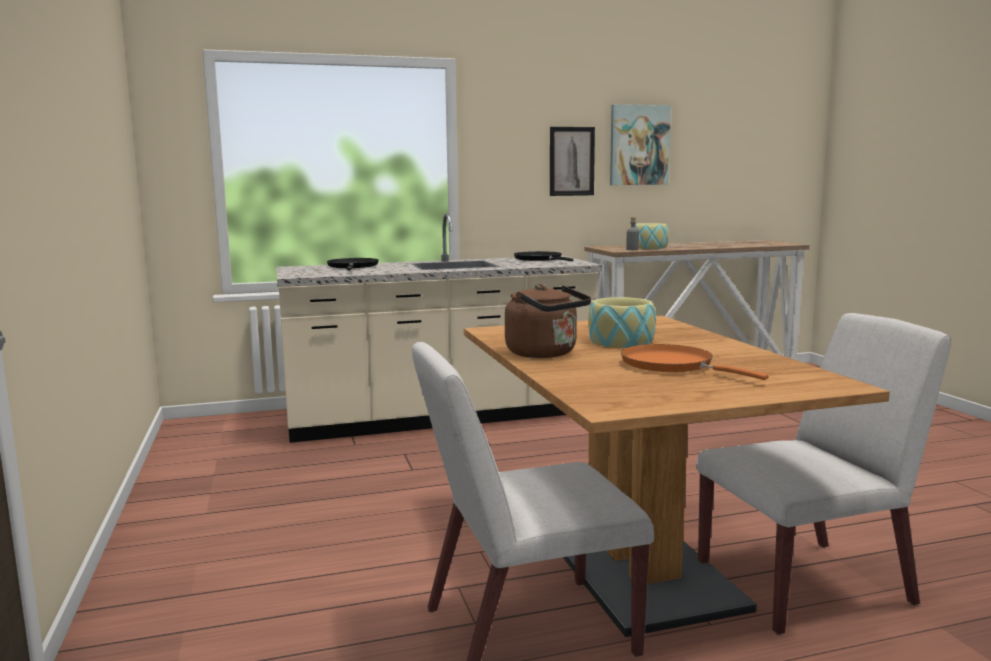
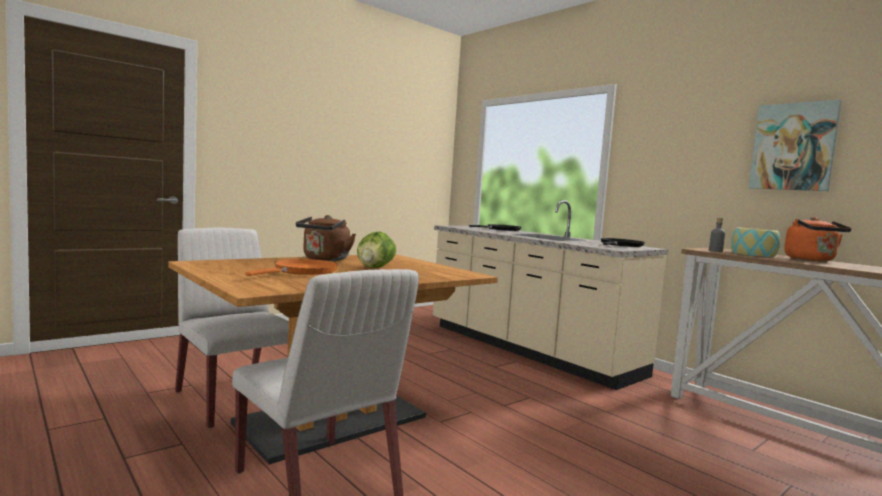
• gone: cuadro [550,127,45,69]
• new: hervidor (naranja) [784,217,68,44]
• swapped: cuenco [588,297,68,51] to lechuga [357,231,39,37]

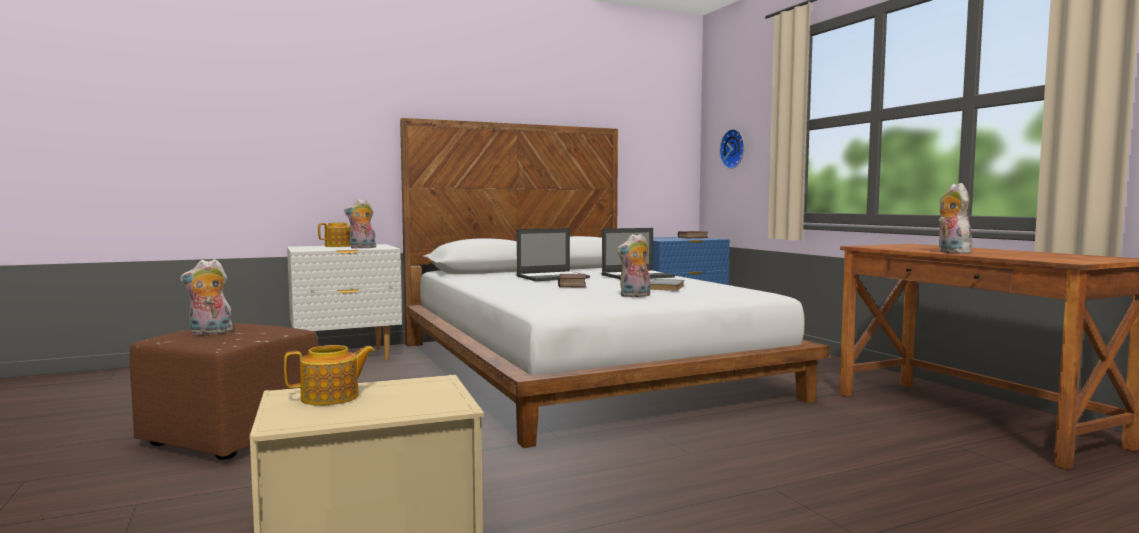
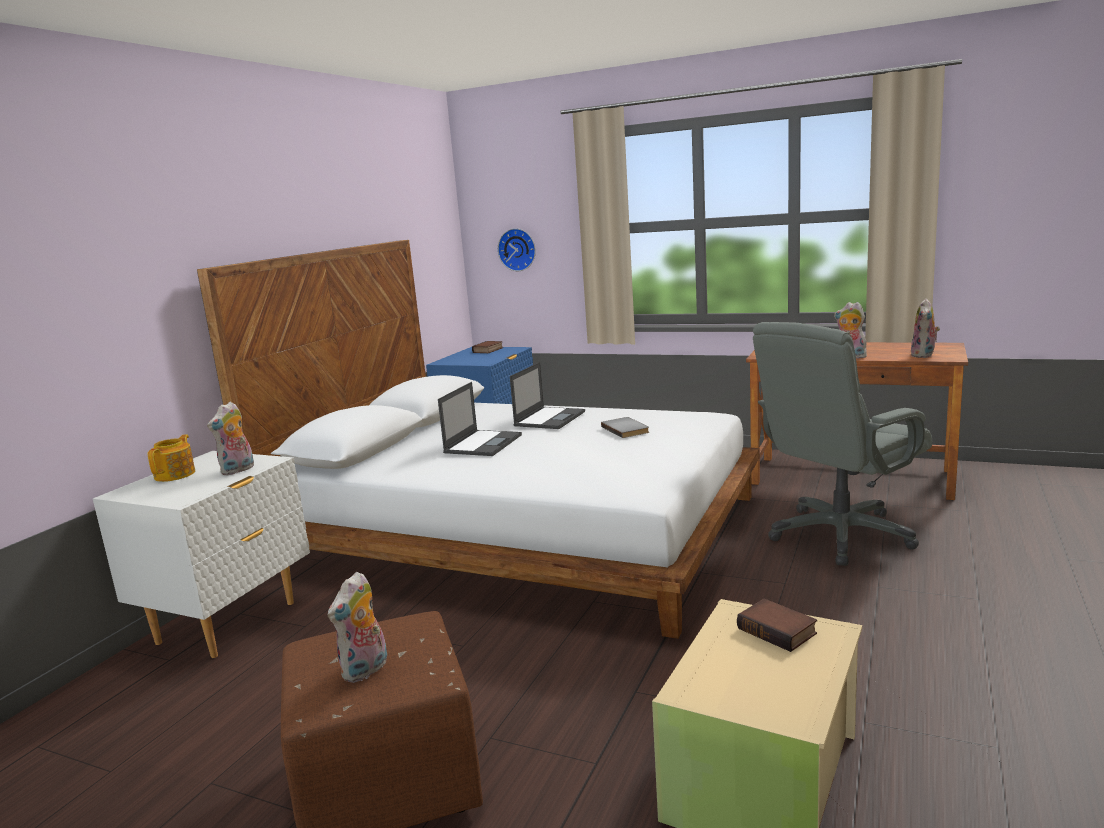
• gone: tetera [284,345,91,60]
• new: silla de oficina (gris) [753,322,179,244]
• shifted: libro [558,274,28,13] to [737,598,80,54]
• shifted: peluche [617,234,33,63] to [910,299,30,59]

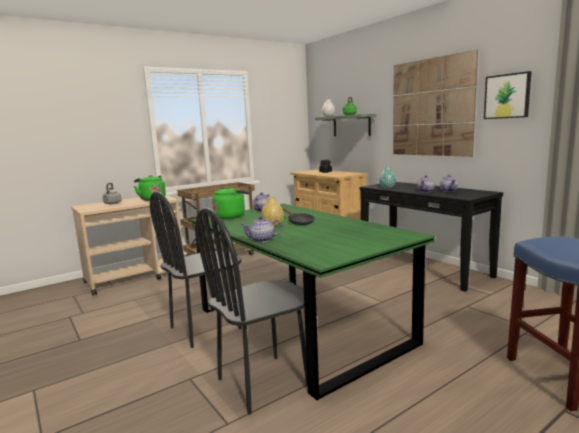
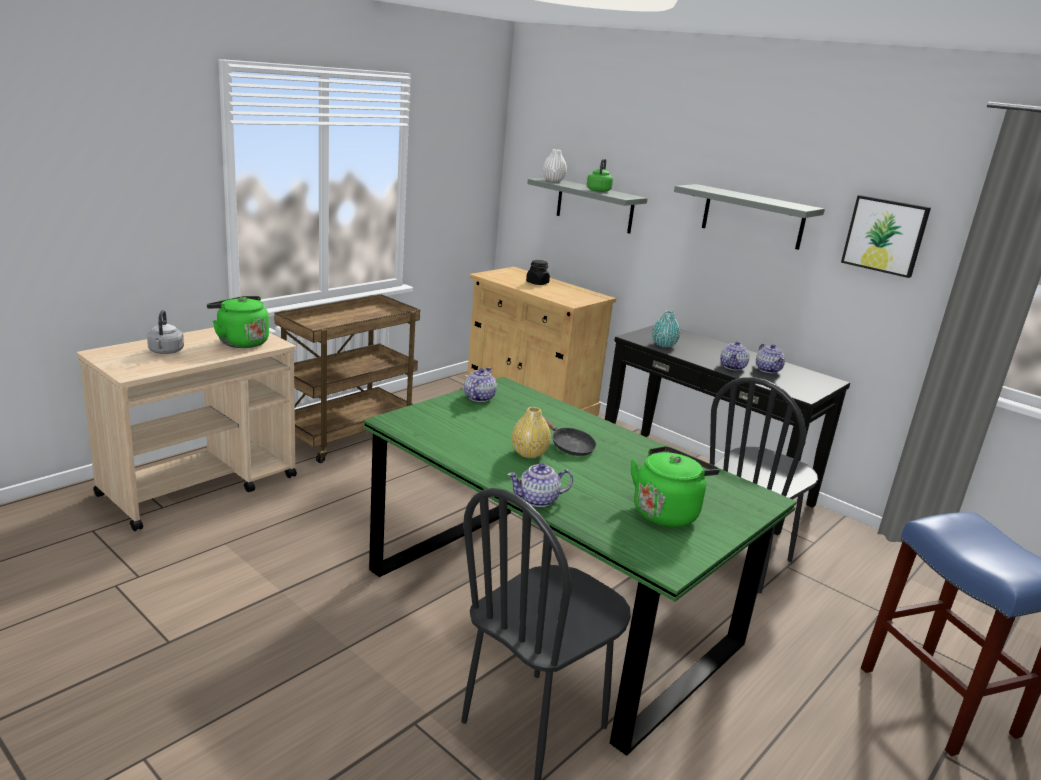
• shifted: silla (negro) [150,191,92,157] to [710,377,108,216]
• shifted: hervidor (verde) [212,187,38,32] to [630,446,90,81]
• swapped: cuadro [393,49,85,108] to estante (gris) [674,184,151,66]

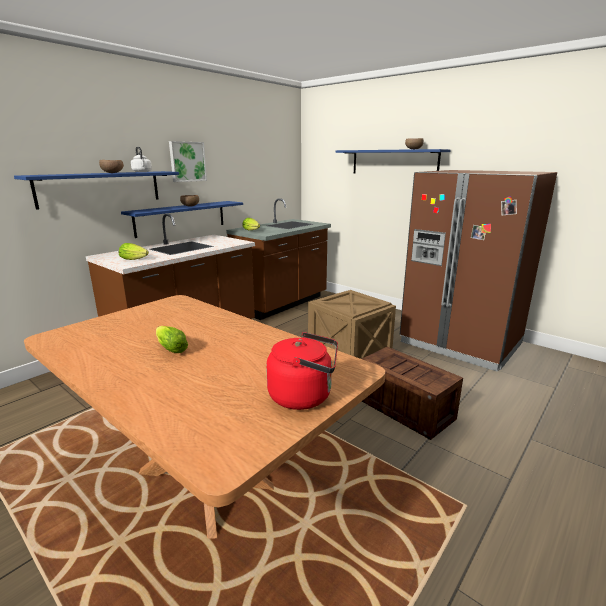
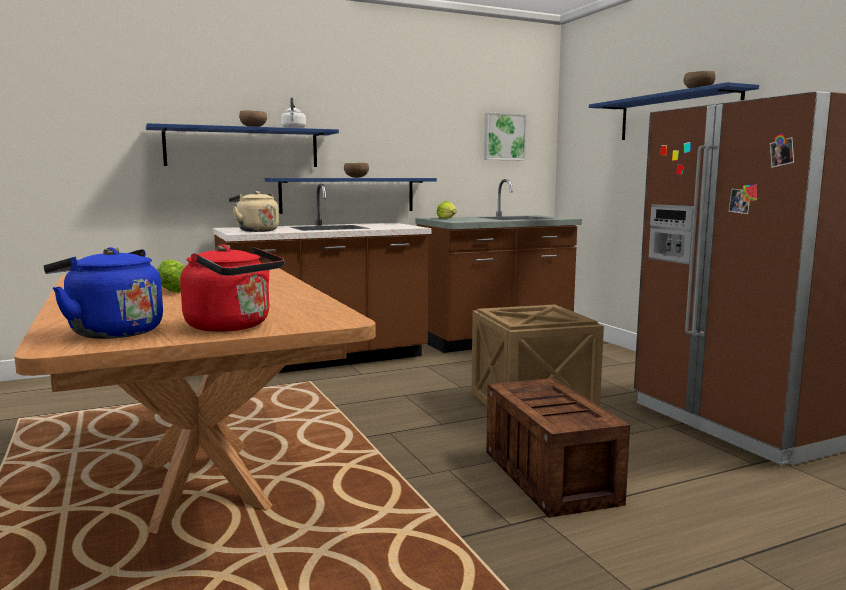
• new: hervidor (azul) [44,247,119,92]
• shifted: cuadro [169,141,38,41] to [484,112,43,48]
• swapped: lechuga [119,243,30,17] to hervidor (beis) [229,191,50,41]

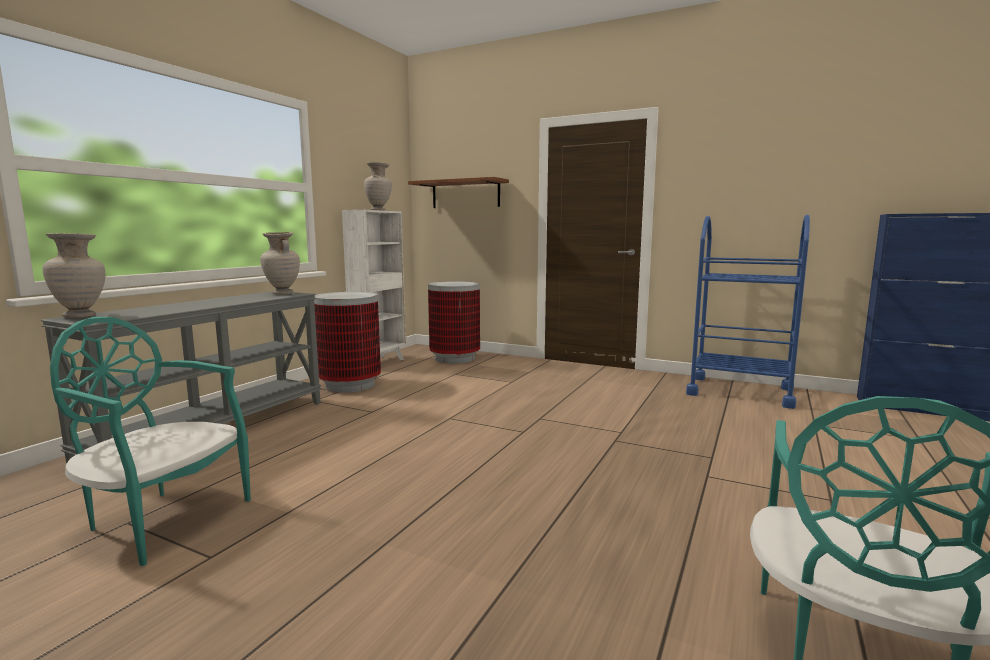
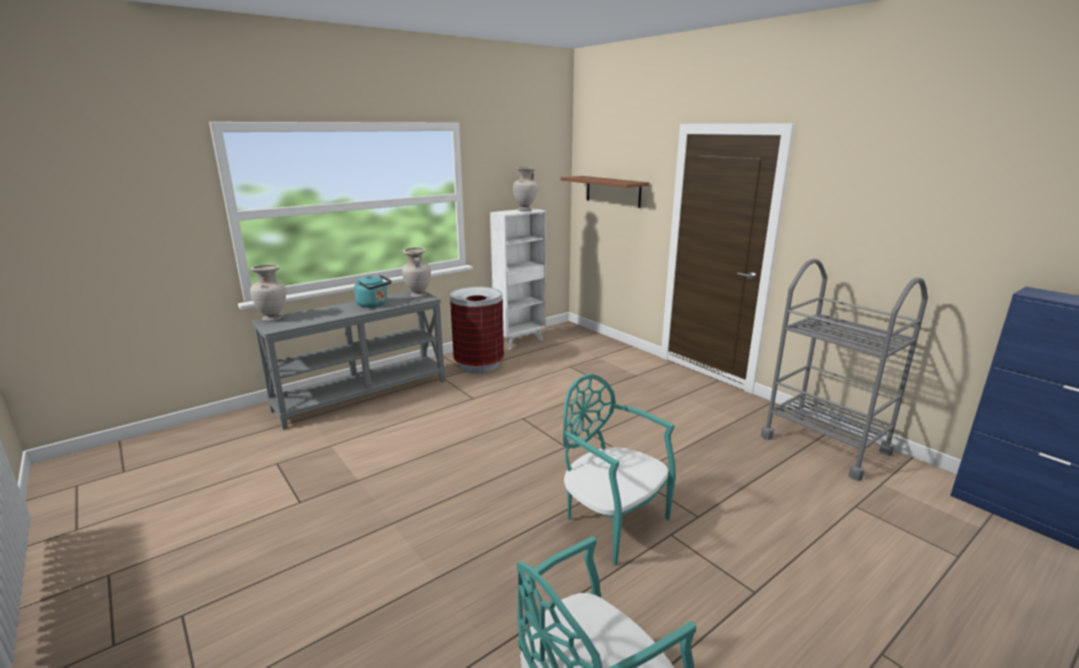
• gone: papelera [428,281,52,83]
• new: hervidor (turquesa) [354,275,38,33]
• shifted: silla (turquesa) [50,317,201,249] to [563,374,113,192]
• repainted: carrito (azul) [686,215,124,194] to carrito (gris) [761,259,167,222]

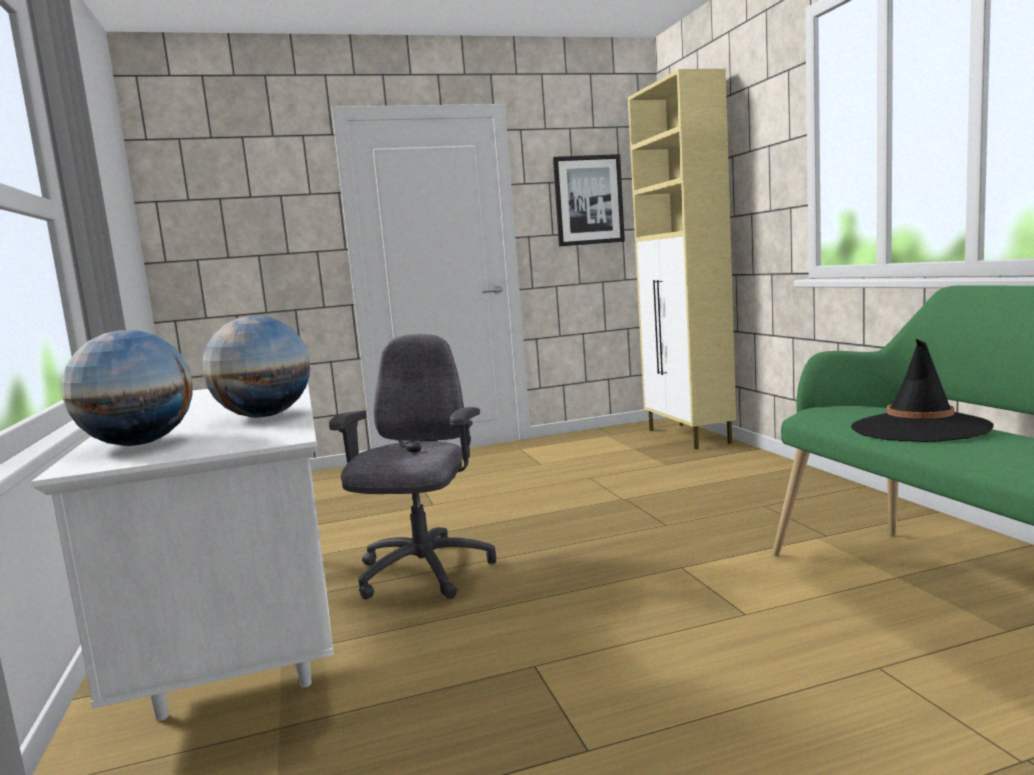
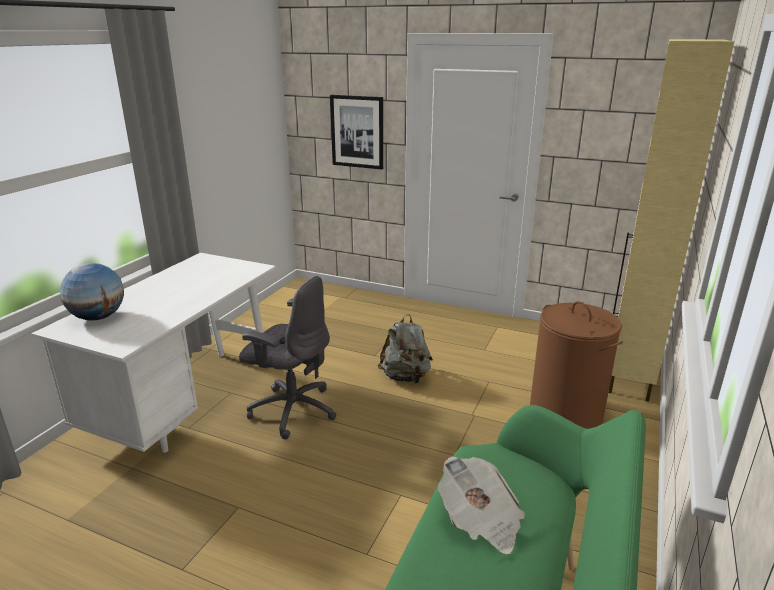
• gone: globo terráqueo [202,316,108,102]
• new: mochila (gris) [378,314,55,70]
• new: cesto de la ropa (marrón) [530,301,93,128]
• shifted: cuadro [553,154,72,92] to [330,95,53,74]
• swapped: sombrero (negro) [851,339,143,103] to periódico [438,456,87,98]
• rotated: silla de oficina (gris) [329,334,167,265] = [239,276,97,163] 60 degrees clockwise

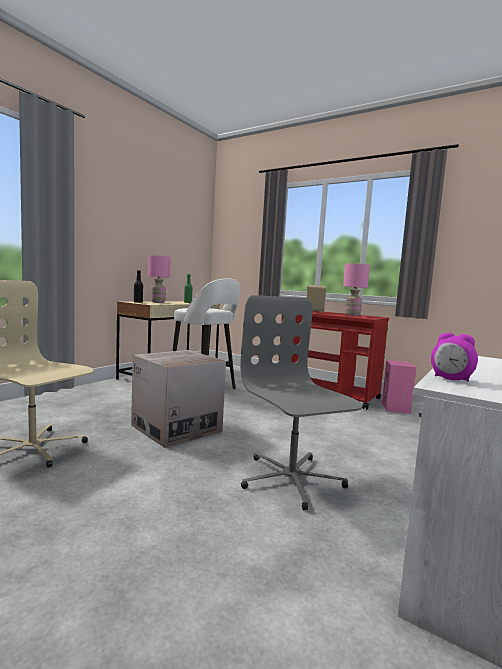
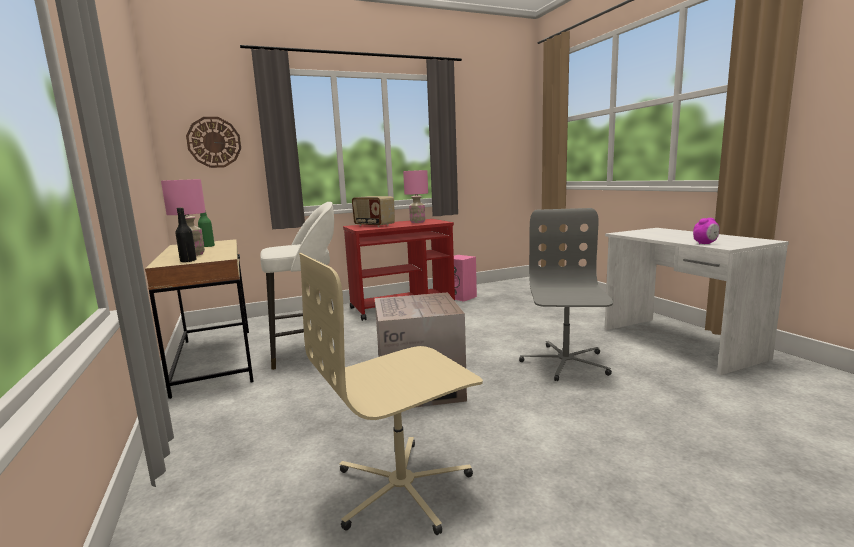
• new: reloj de pared [186,117,55,51]
• rotated: silla de oficina (gris) [240,295,123,215] = [519,208,94,173] 90 degrees clockwise

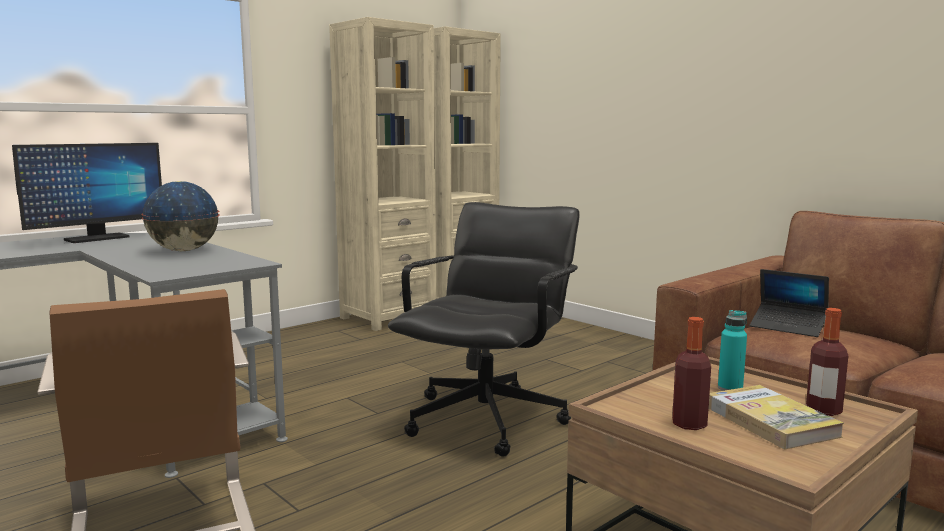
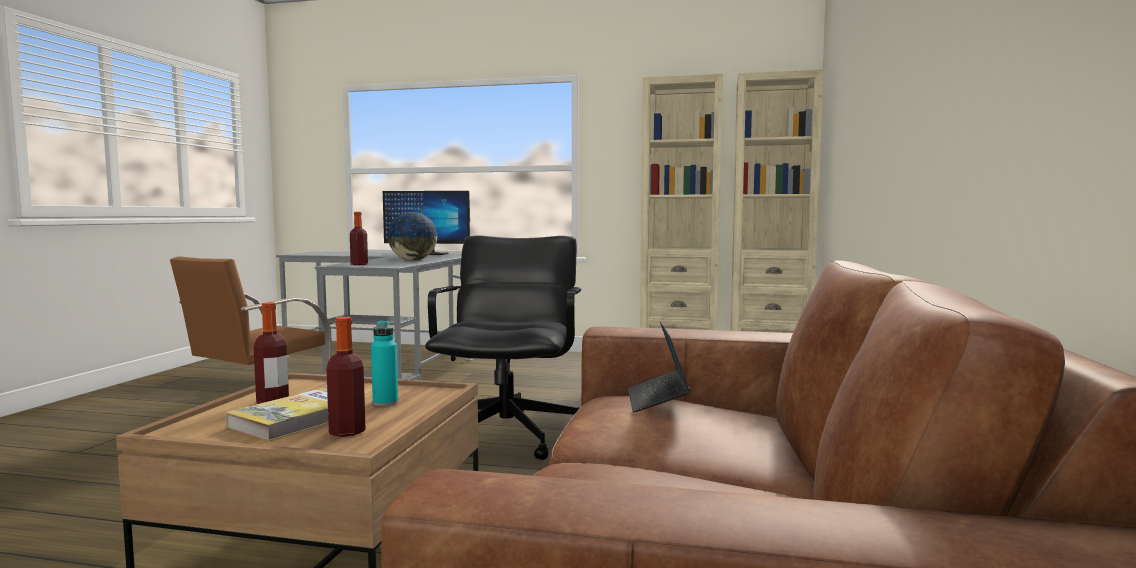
• new: botella [350,212,18,53]
• rotated: silla de oficina (negro) [388,202,192,255] = [425,235,156,225] 75 degrees counterclockwise

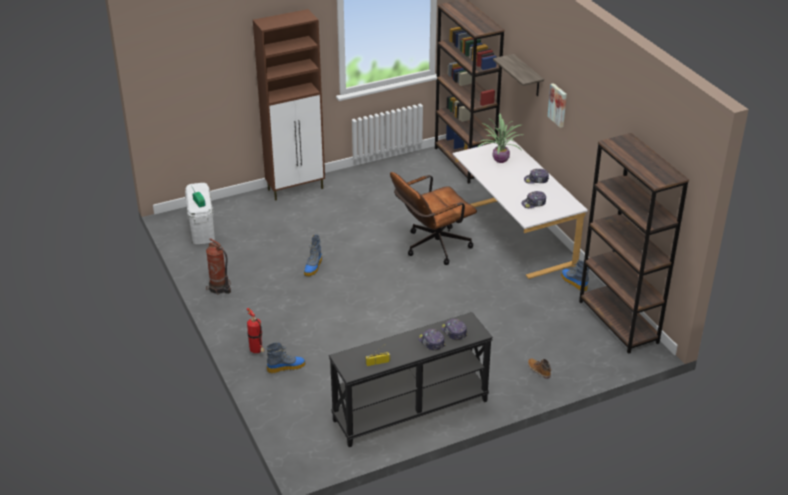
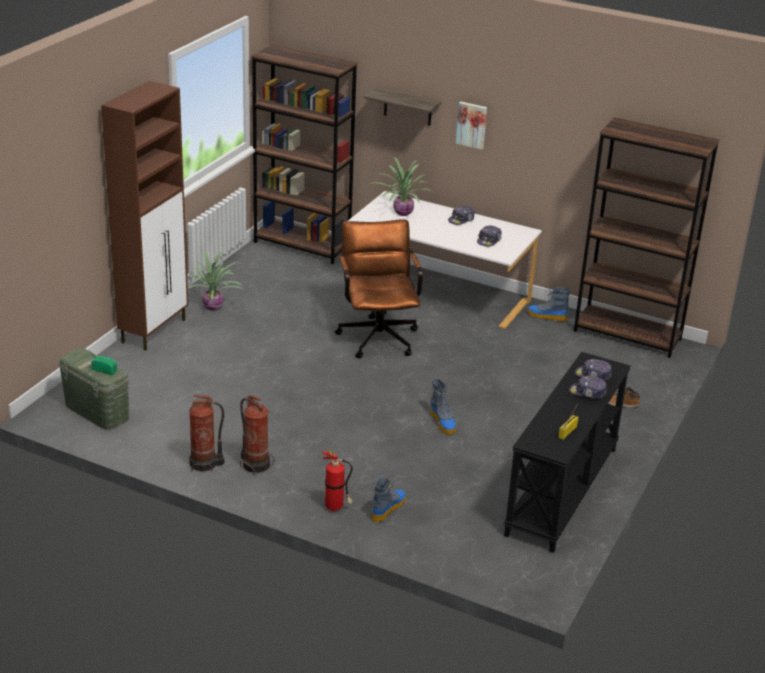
• new: planta en maceta [187,250,57,61]
• new: extintor [240,395,34,80]
• shifted: bota [304,234,18,42] to [430,379,26,56]
• repainted: caja de almacenaje (blanco) [185,183,30,61] to caja de almacenaje (verde) [59,348,70,82]
• rotated: silla de oficina (marrón) [390,172,87,93] = [335,219,88,139] 150 degrees clockwise

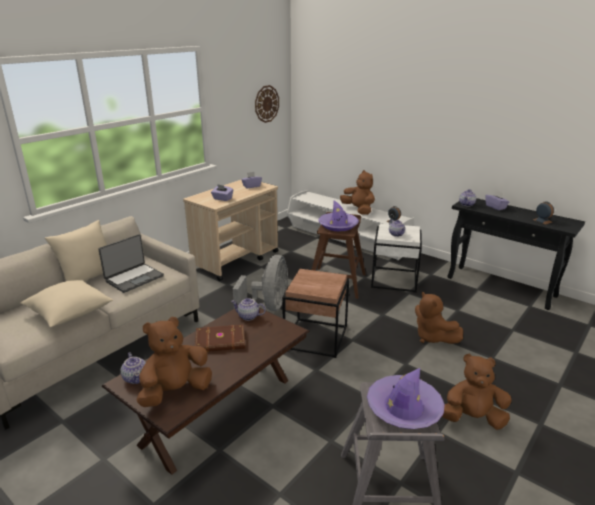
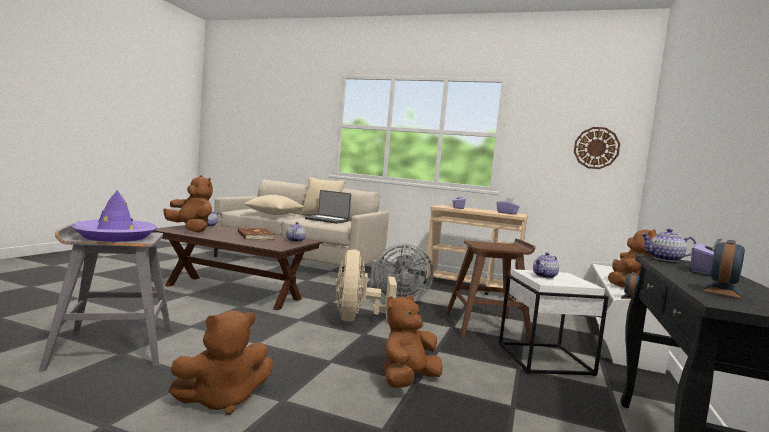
• gone: sombrero (morado) [318,200,41,32]
• swapped: mesa auxiliar (marrón) [282,269,67,89] to ventilador (beis) [335,250,62,71]
• rotated: peluche (marrón) [442,354,69,76] = [168,311,106,104] 75 degrees clockwise

